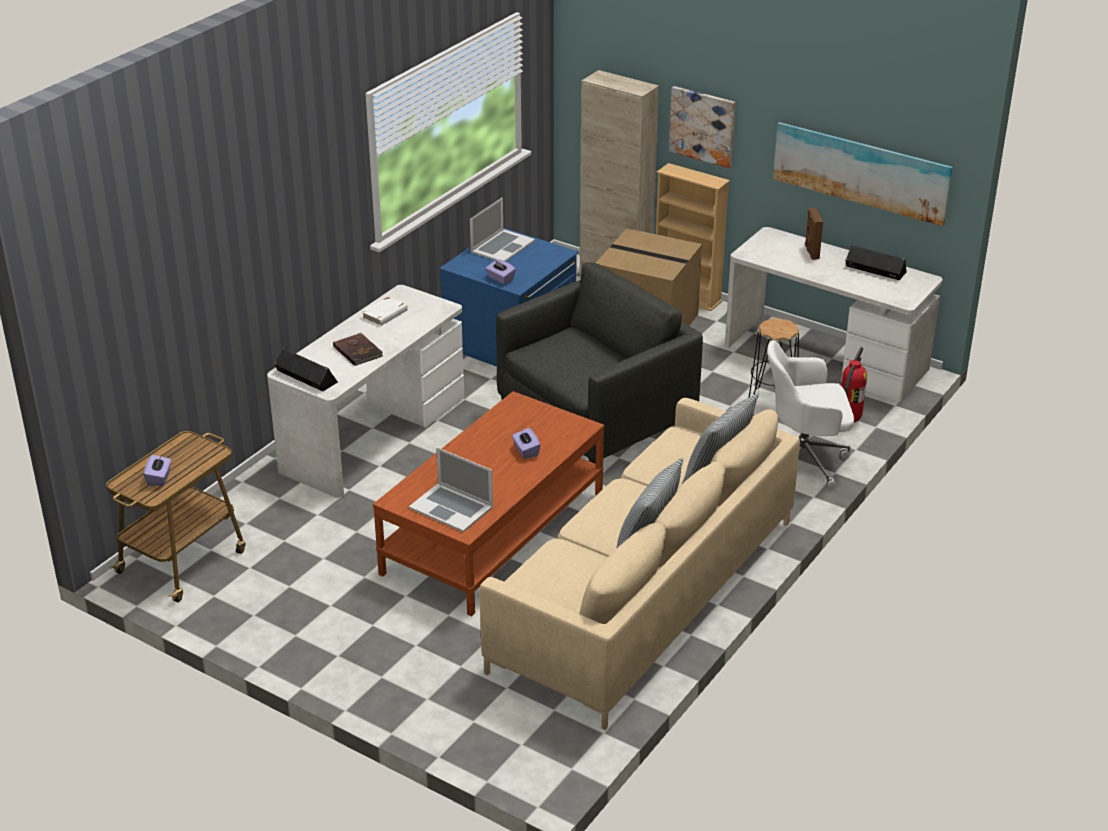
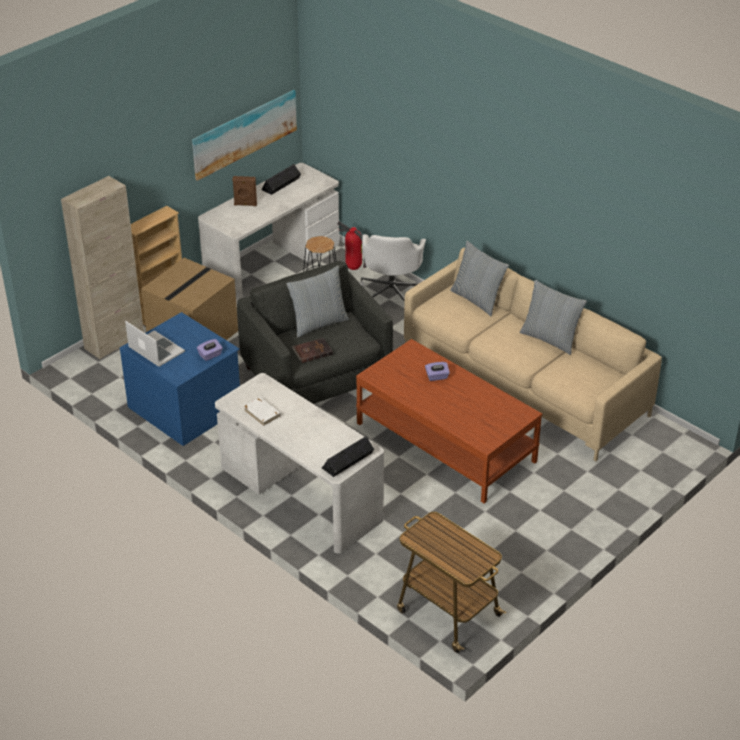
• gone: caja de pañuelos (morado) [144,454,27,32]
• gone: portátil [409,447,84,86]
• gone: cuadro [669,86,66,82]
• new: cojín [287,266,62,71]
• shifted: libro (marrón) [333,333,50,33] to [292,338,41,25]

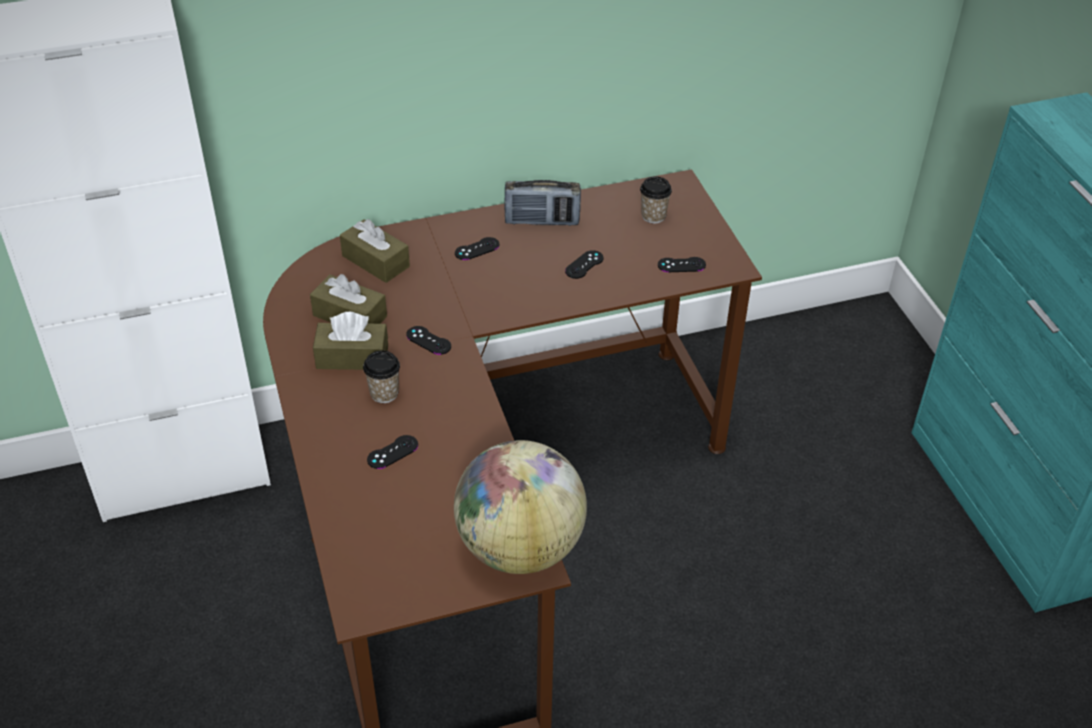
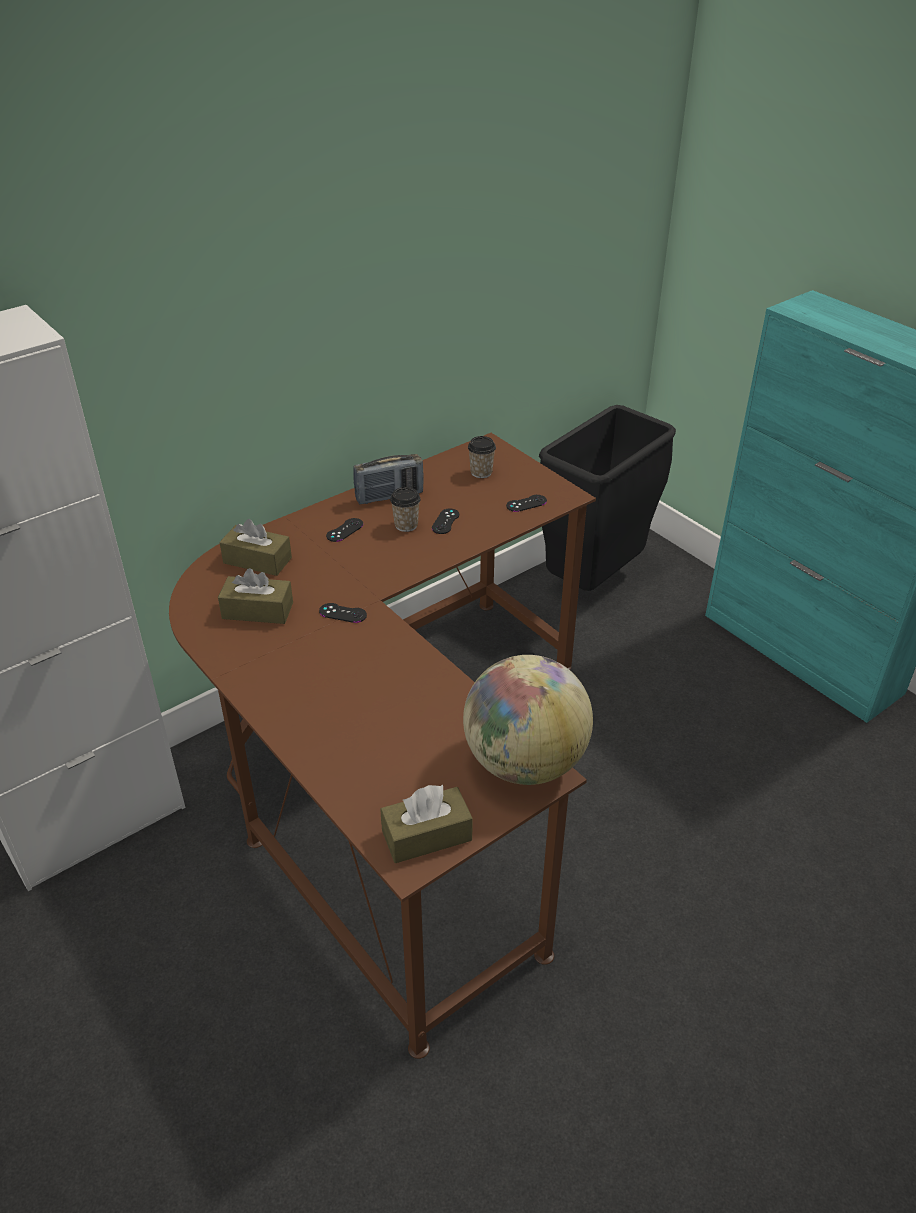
• gone: mando de consola (negro) [367,435,51,34]
• new: papelera (negro) [539,405,137,186]
• shifted: caja de pañuelos (marrón) [313,312,75,58] to [380,785,93,78]
• shifted: taza [363,350,37,53] to [390,487,31,45]

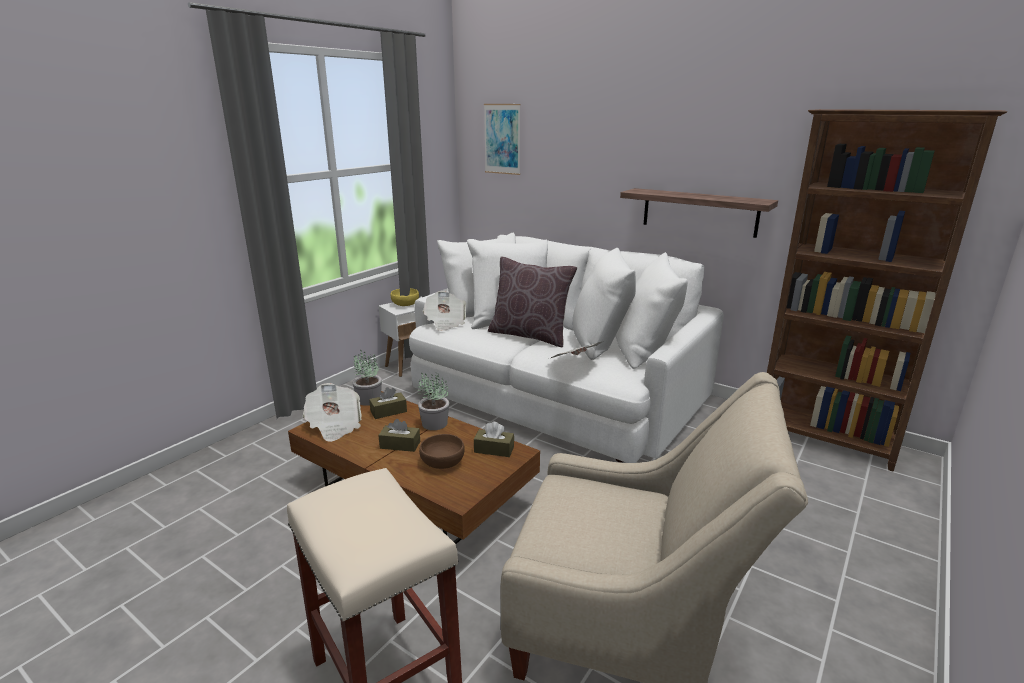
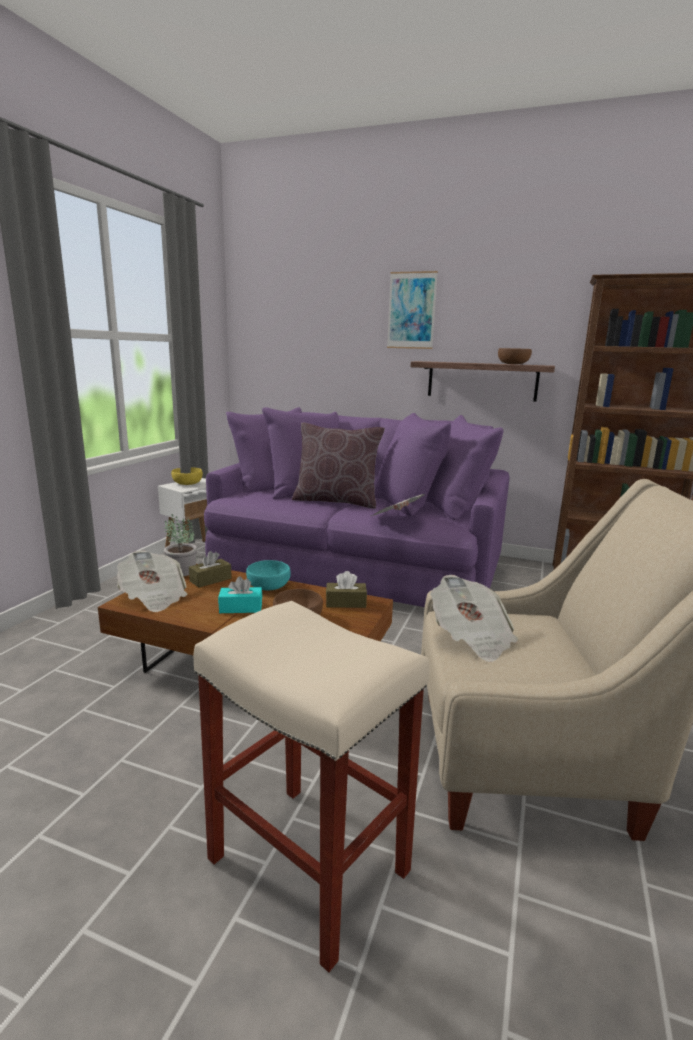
• new: cuenco (marrón) [498,348,34,16]
• shifted: periódico [423,291,43,40] to [430,575,88,87]
• shifted: cuadro [484,104,37,71] to [387,271,51,78]
• swapped: planta en maceta [418,372,31,58] to cuenco (turquesa) [246,560,45,30]
• repainted: caja de pañuelos (marrón) [378,419,42,33] to caja de pañuelos (turquesa) [218,576,44,37]
• repainted: sofá (blanco) [409,232,315,231] to sofá (morado) [204,407,306,200]

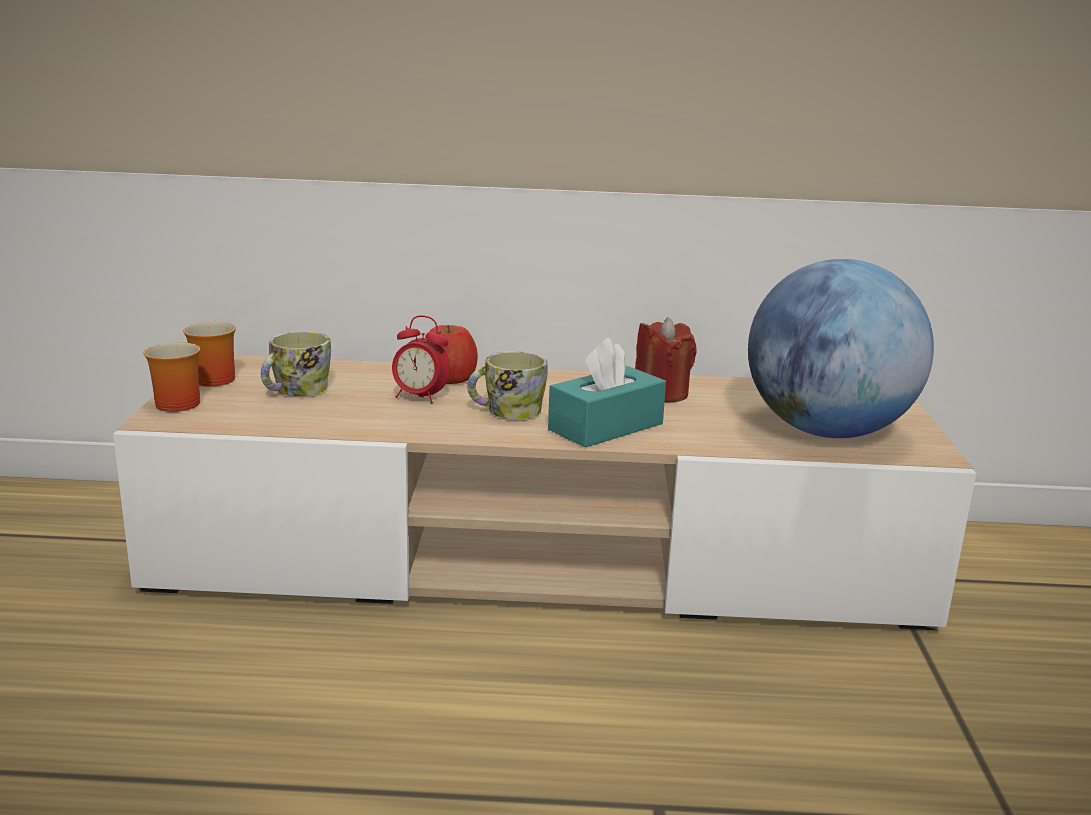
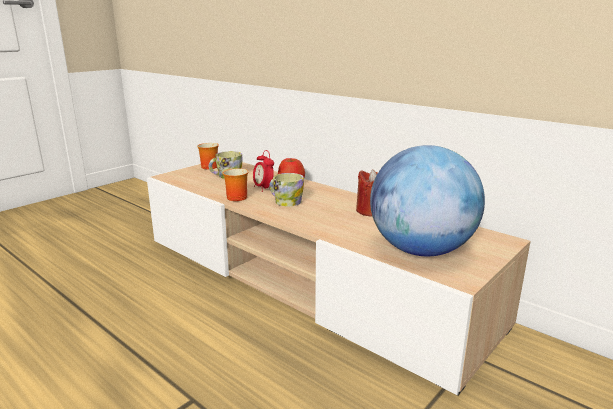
• gone: caja de pañuelos (turquesa) [548,338,118,110]
• shifted: taza grande [144,342,56,70] to [223,168,26,33]

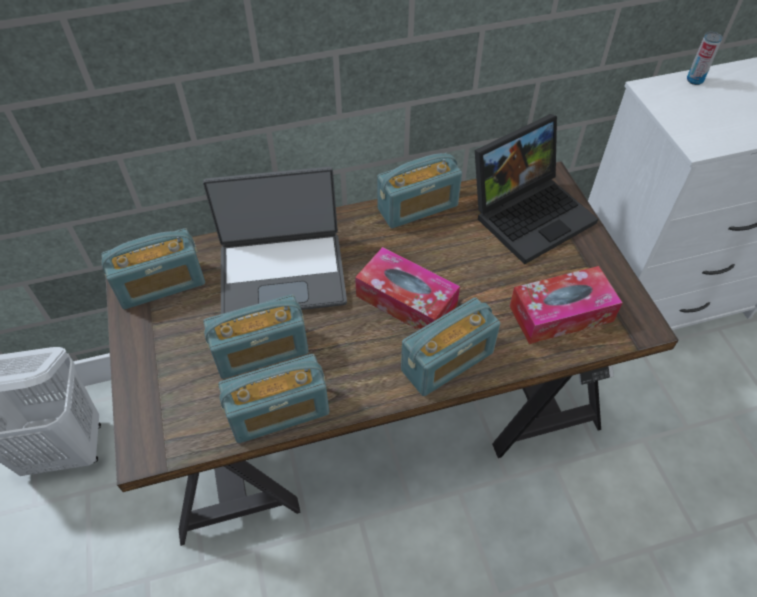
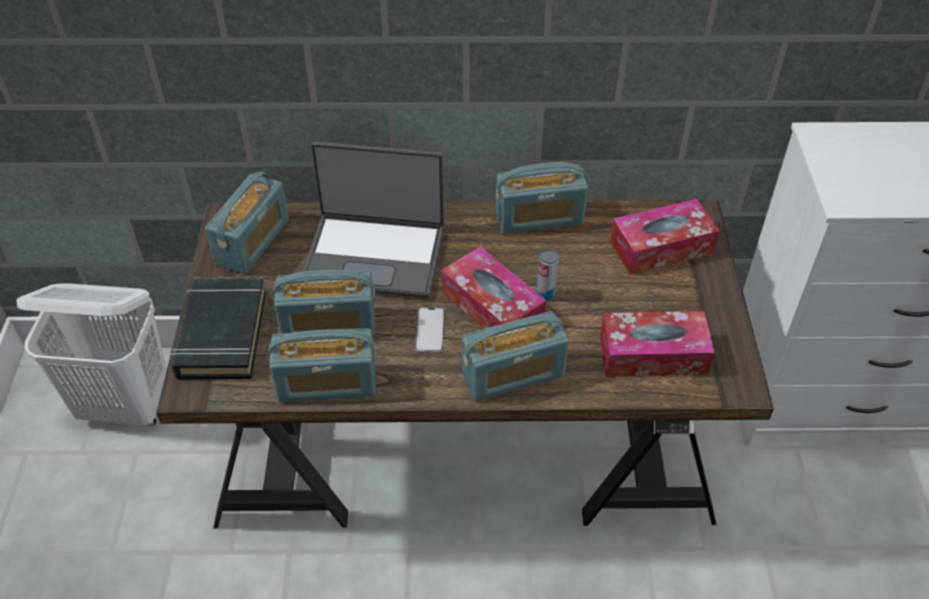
• new: libro (negro) [171,277,95,103]
• new: móvil [415,307,30,45]
• shifted: lata [687,32,36,53] to [536,249,23,52]
• swapped: portátil [475,114,123,151] to caja de pañuelos [610,199,110,75]
• rotated: radio [101,228,104,81] = [205,171,84,103] 60 degrees counterclockwise

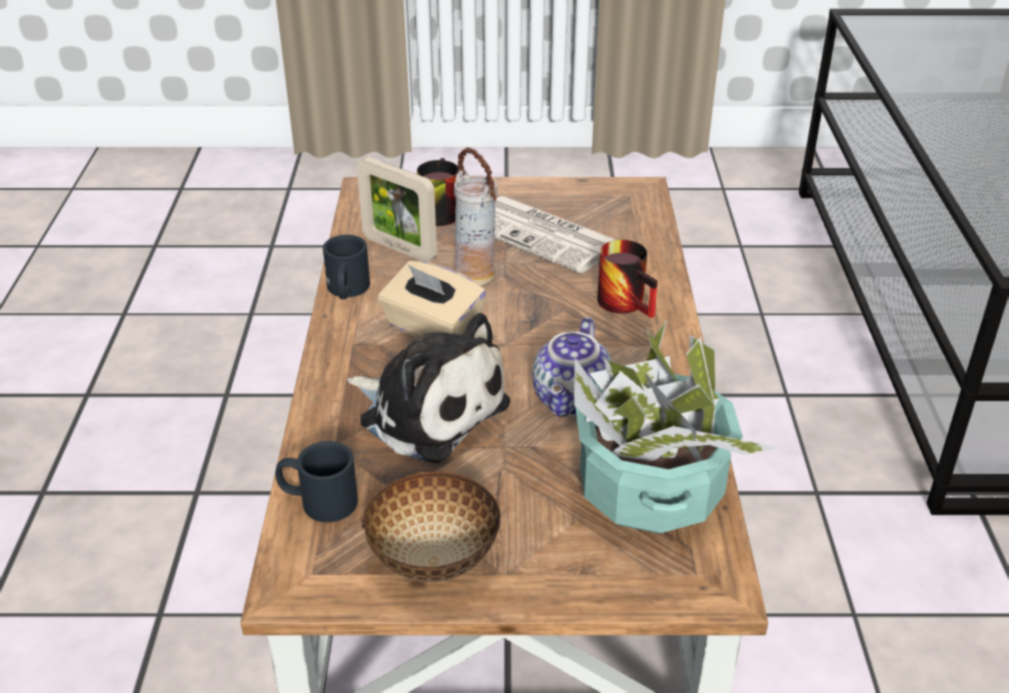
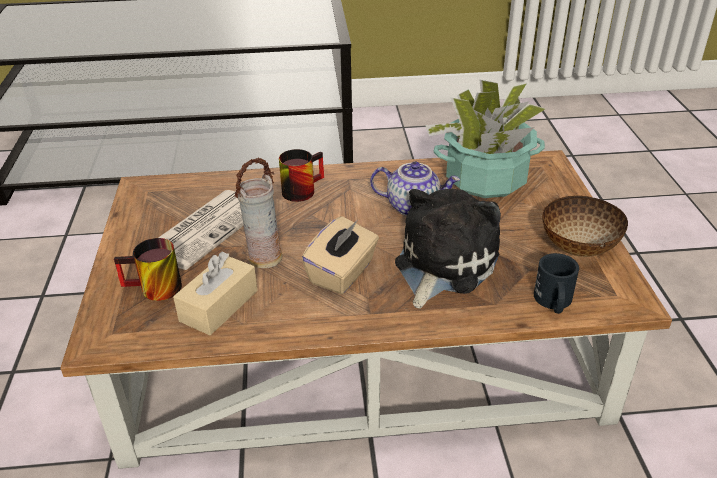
• gone: taza grande (negro) [323,235,47,64]
• swapped: portarretratos [357,157,80,105] to caja de pañuelos (beis) [173,252,85,83]

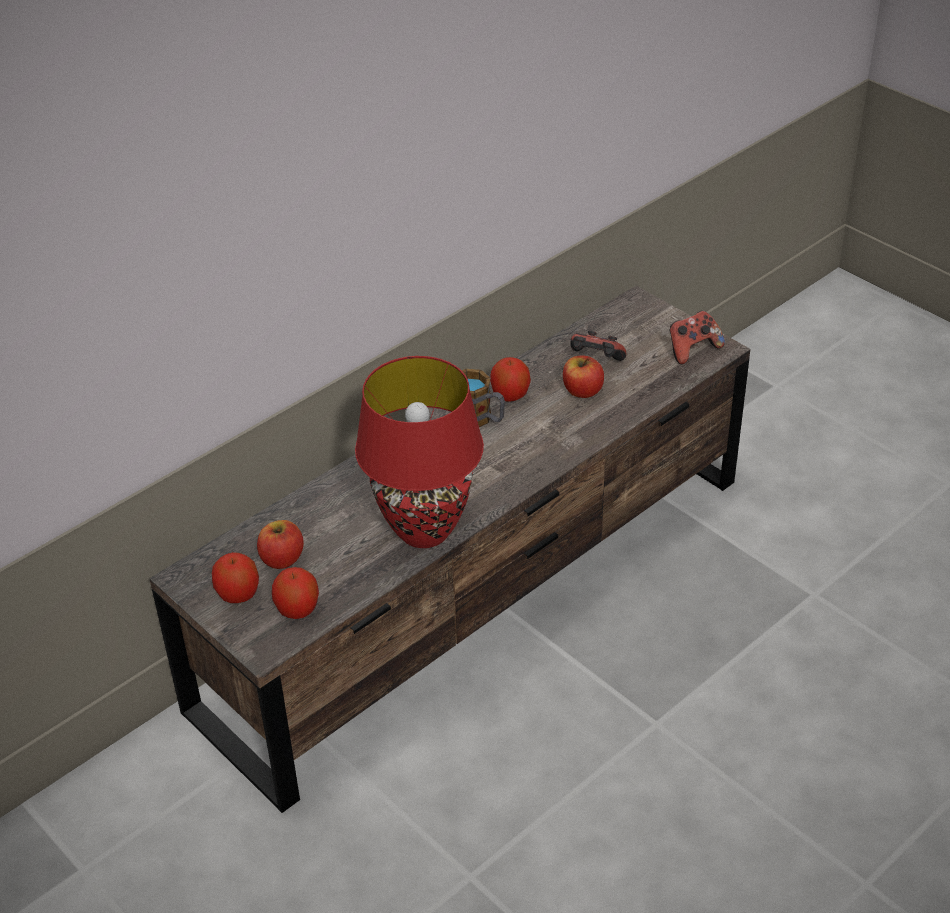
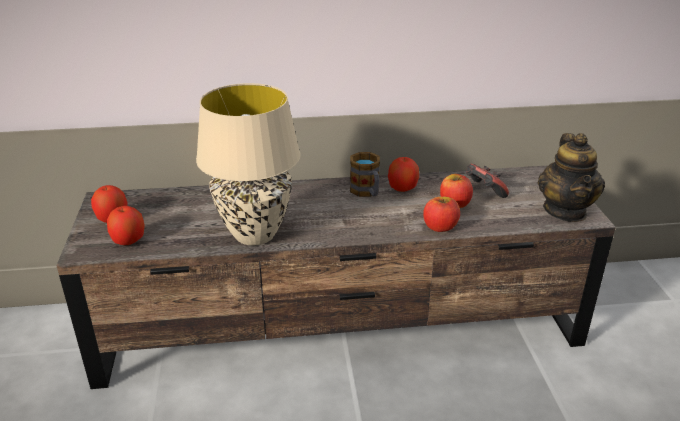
• shifted: manzana [257,520,47,49] to [423,197,37,35]
• swapped: mando de consola [670,311,55,53] to tetera [538,133,67,89]
• repainted: lámpara de mesa (rojo) [355,356,129,192] to lámpara de mesa (beis) [196,83,105,162]

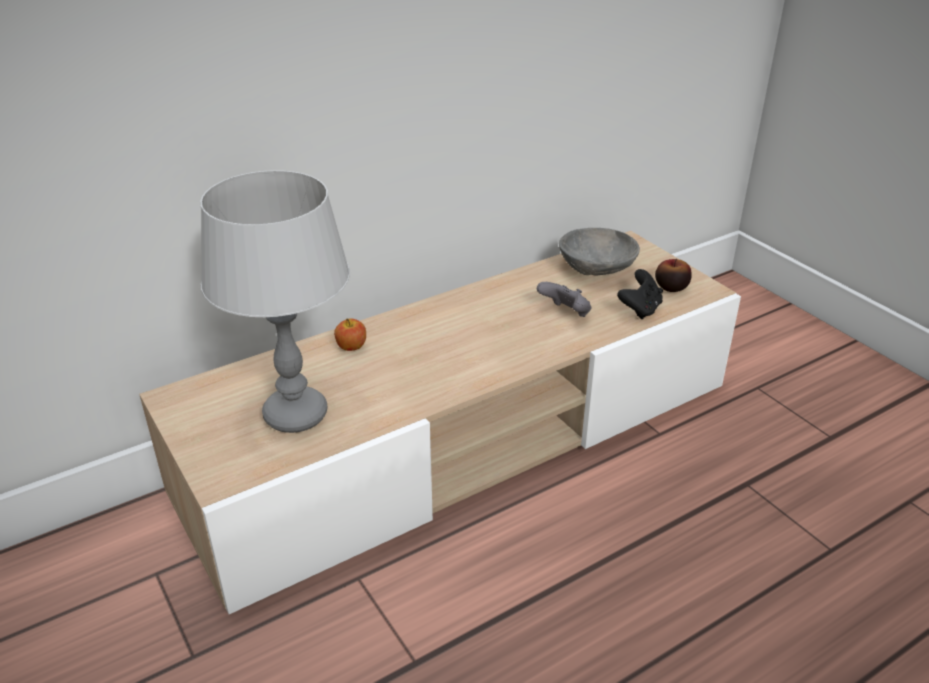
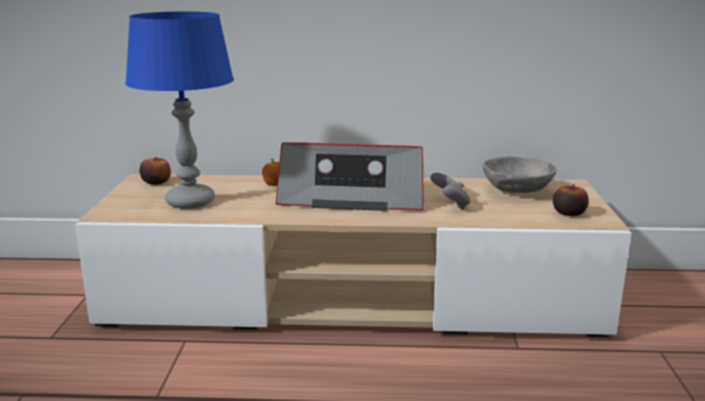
• gone: mando de consola (negro) [617,269,46,50]
• new: manzana [140,157,31,28]
• new: radio [276,142,148,69]
• repainted: lámpara de mesa (gris) [200,170,150,263] to lámpara de mesa (azul) [125,11,109,198]

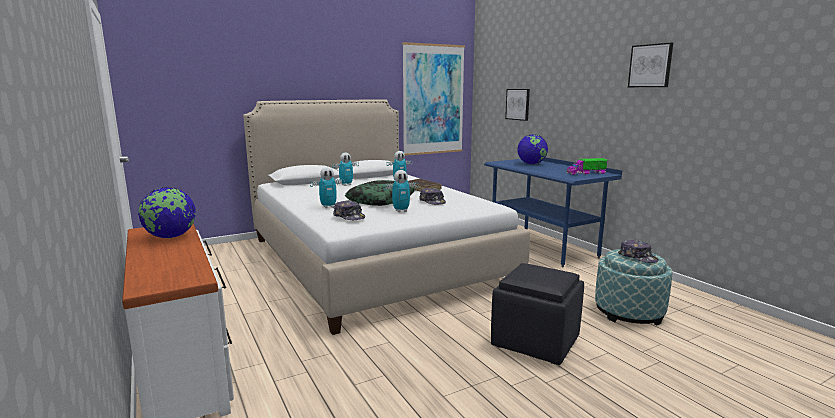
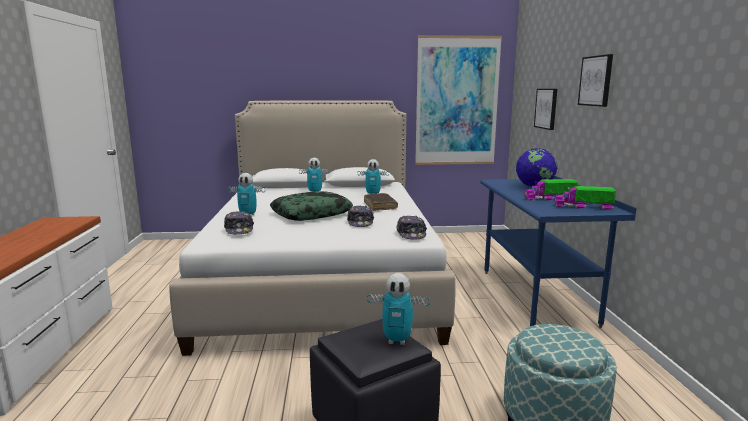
• gone: globo terráqueo [138,187,58,51]
• new: camión de juguete [523,179,55,22]
• shifted: robot de juguete [383,170,35,42] to [367,273,63,72]
• shifted: gorra [618,240,41,23] to [397,216,30,23]
• shifted: cuadro [628,43,45,44] to [578,54,35,53]

